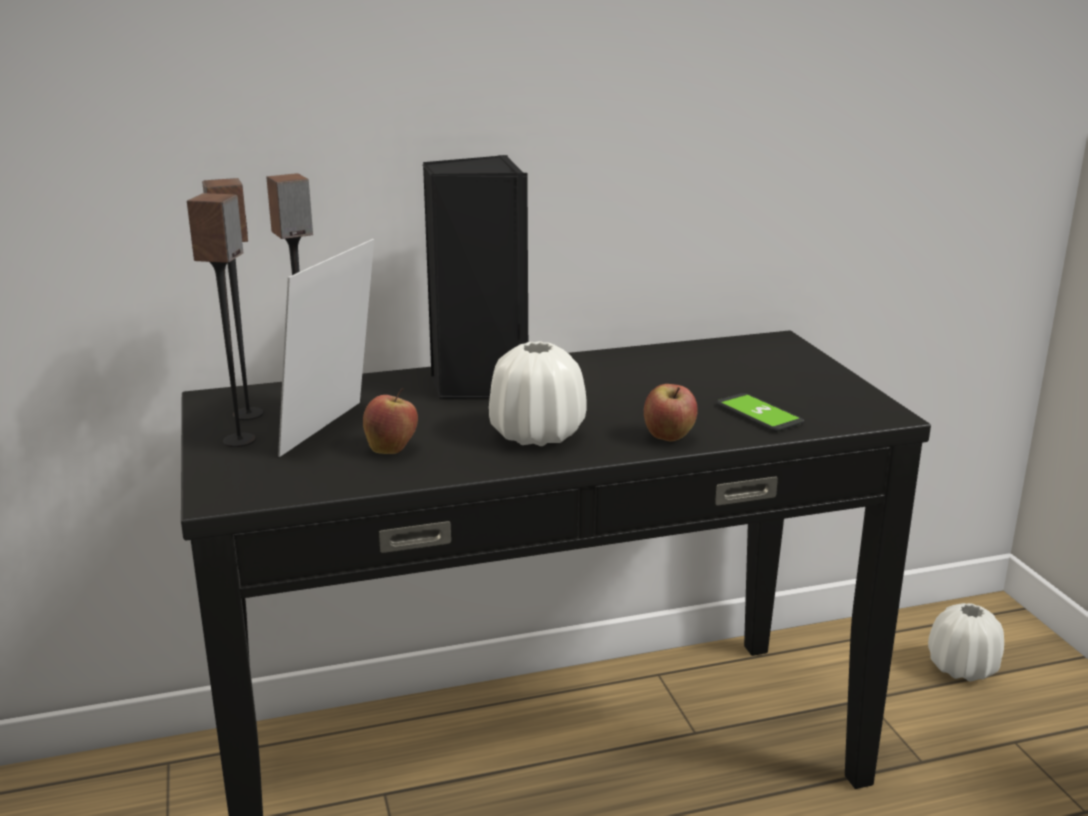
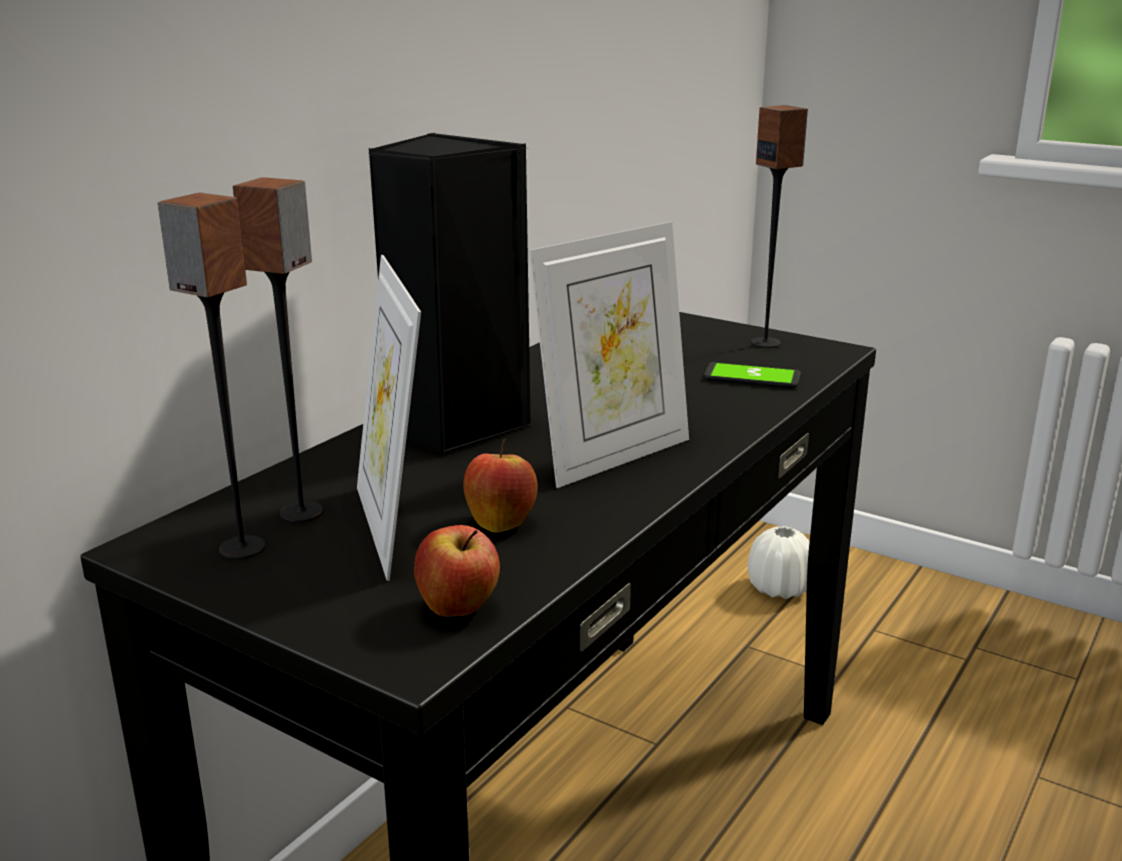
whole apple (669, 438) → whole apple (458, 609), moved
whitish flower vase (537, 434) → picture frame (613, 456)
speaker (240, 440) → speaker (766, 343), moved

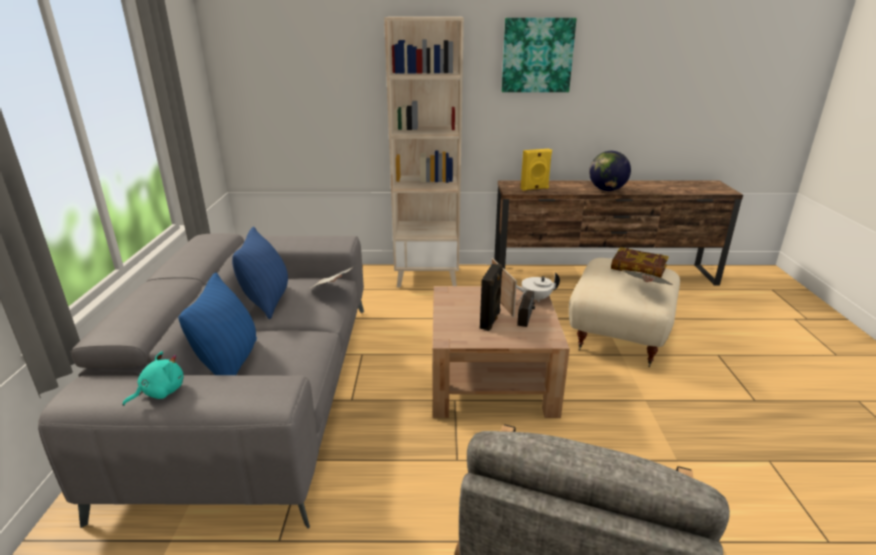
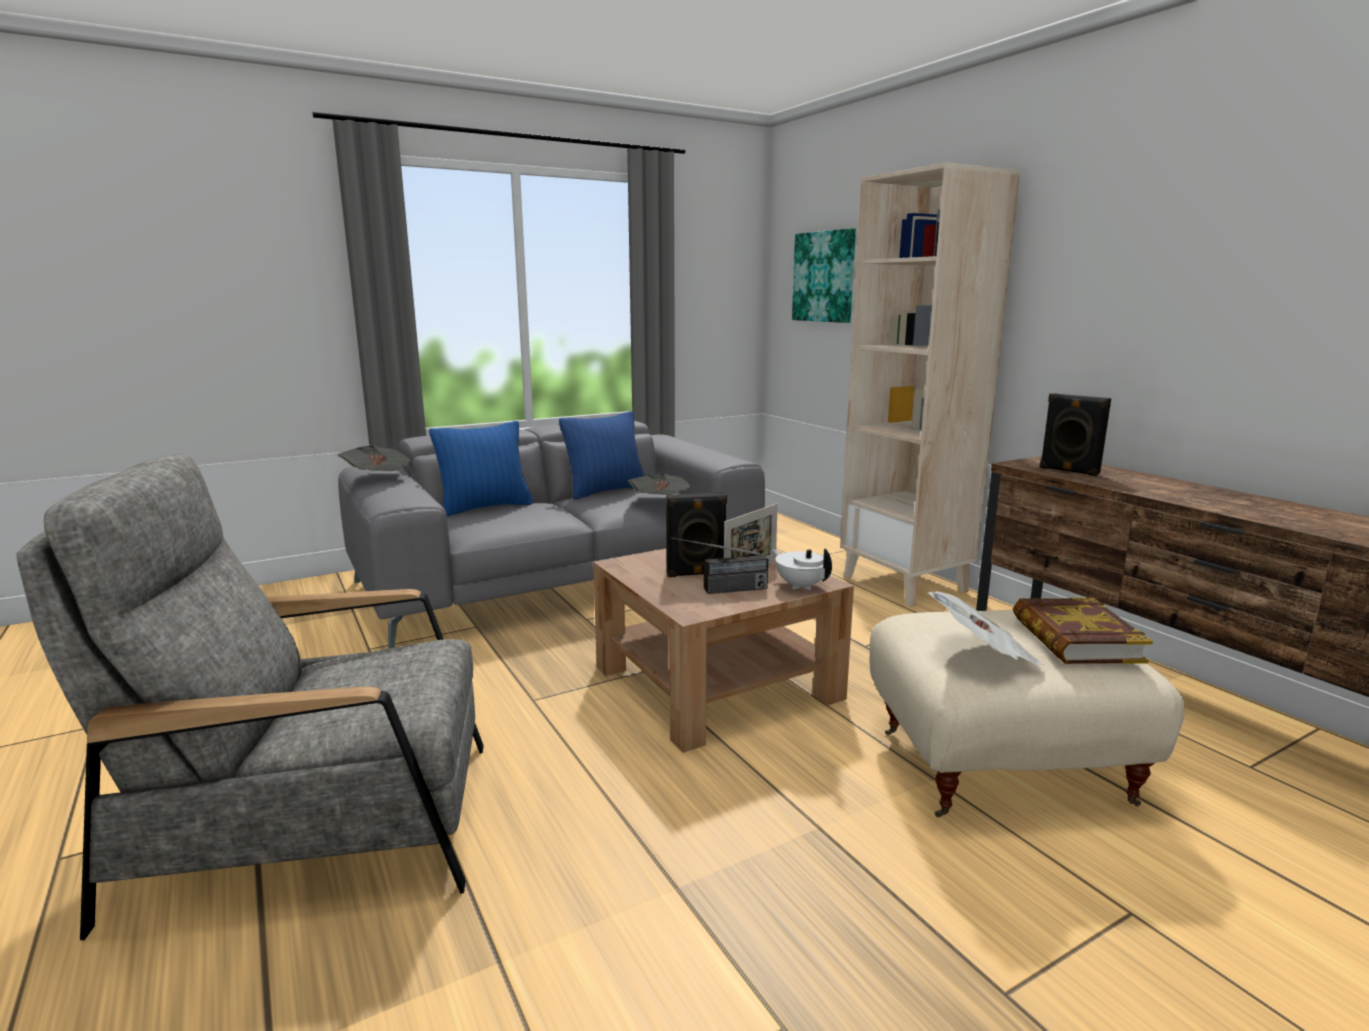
turquoise-coloured plush toy (160, 392) → printed paper (379, 478)
wall picture (537, 55) → wall picture (824, 277), moved
yellow speaker (534, 189) → black speaker (1068, 471)
world globe (607, 190) → -

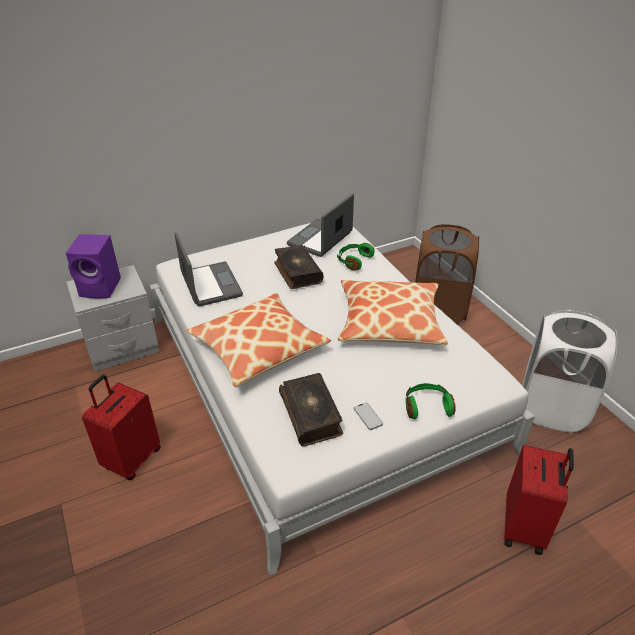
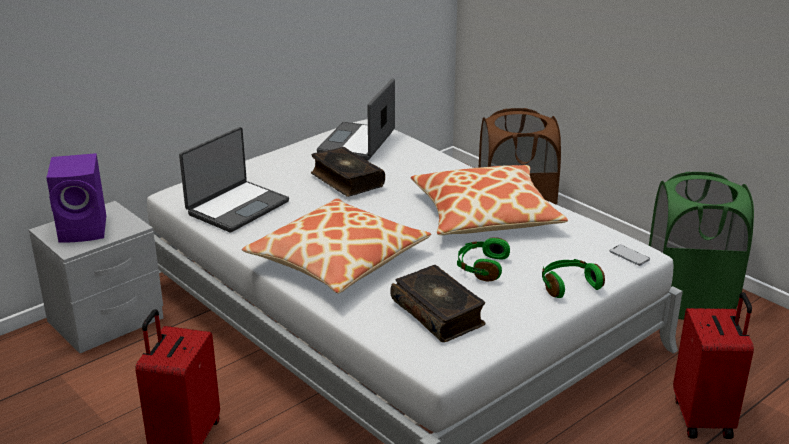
notebook computer (210, 285) → notebook computer (237, 207), 75 degrees clockwise
green headphones (354, 260) → green headphones (481, 267), moved
handset (368, 416) → handset (629, 256), moved
whitish laundry basket (552, 408) → green laundry basket (688, 300)

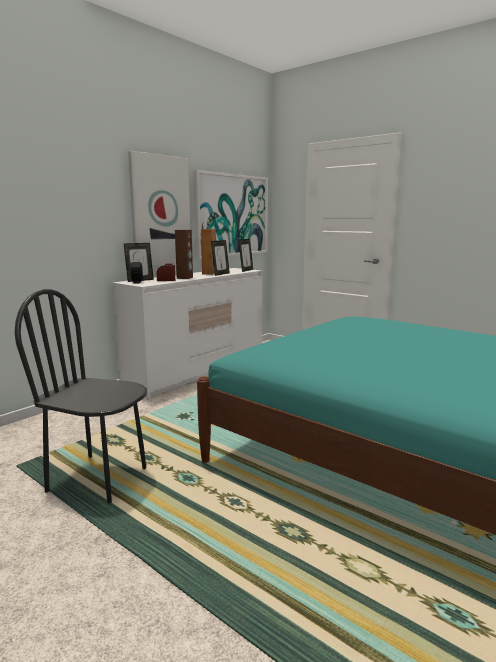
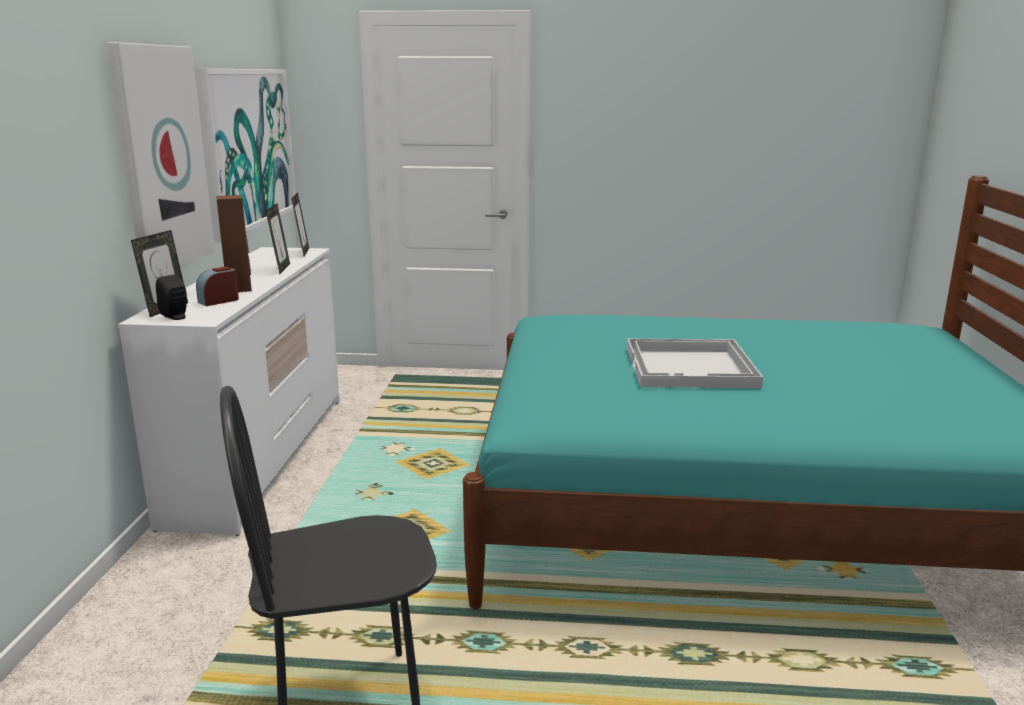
- → whitish serving tray (691, 367)
brown-coloured speaker (209, 273) → -

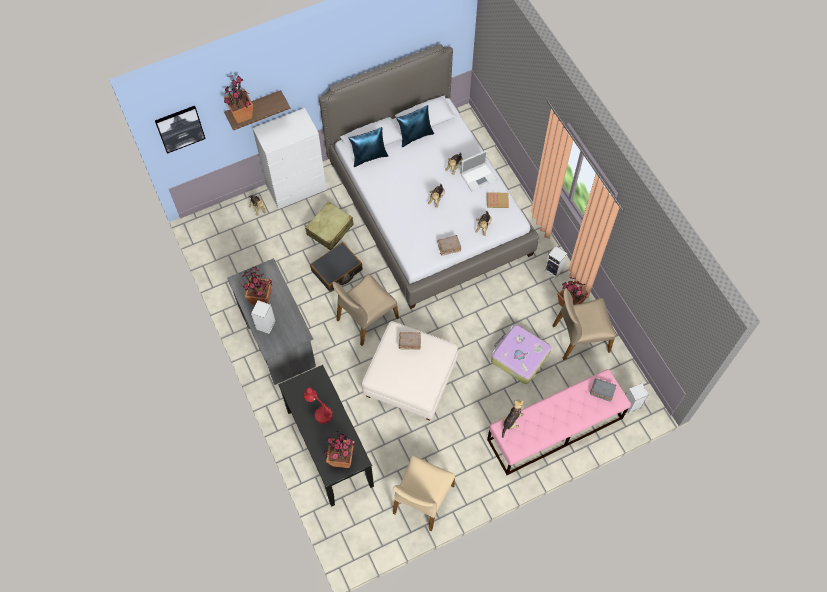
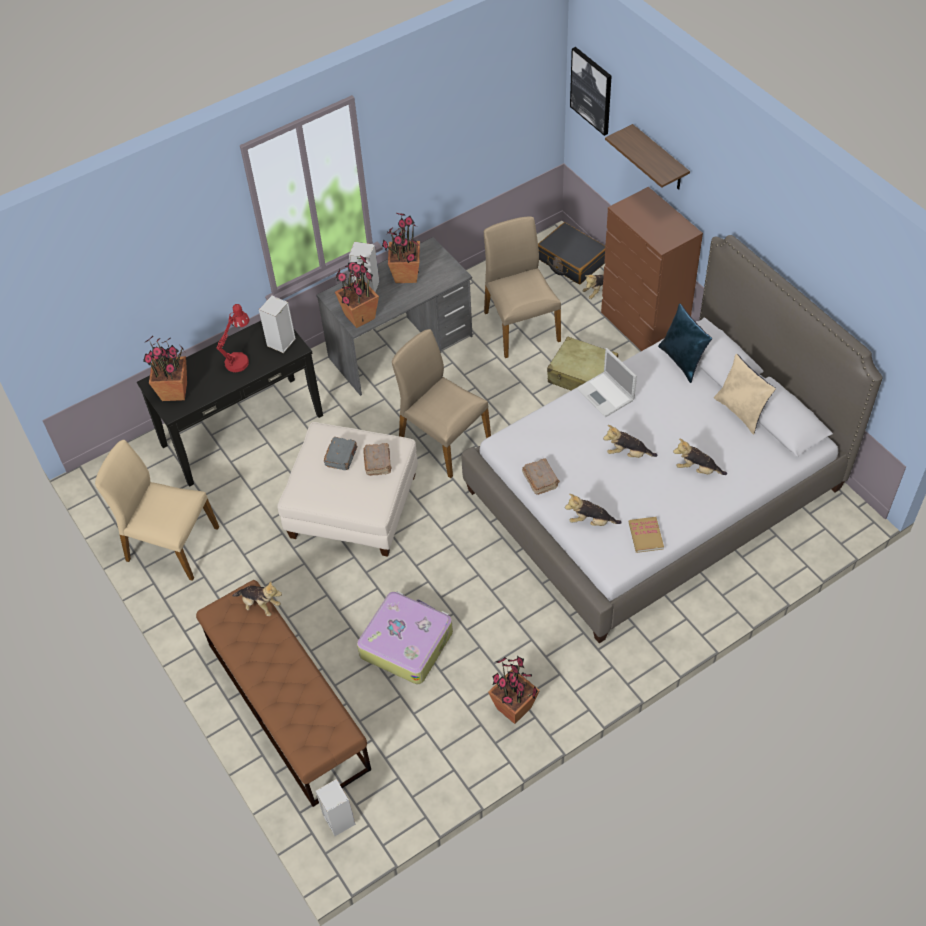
pinkish long seat (554, 429) → brown-coloured long seat (287, 705)
speaker (554, 270) → speaker (281, 343), moved
grey bound book (601, 391) → grey bound book (341, 457), moved
potted plant (241, 115) → potted plant (359, 316), moved
beige-coloured plain chair (580, 338) → beige-coloured plain chair (520, 326), moved
black piece of luggage (337, 270) → black piece of luggage (571, 261), moved
notebook computer (479, 176) → notebook computer (606, 395), moved
whitish drawer chest (296, 188) → brown-coloured drawer chest (644, 327)
blue throw pillow (415, 136) → beige-coloured throw pillow (741, 411)

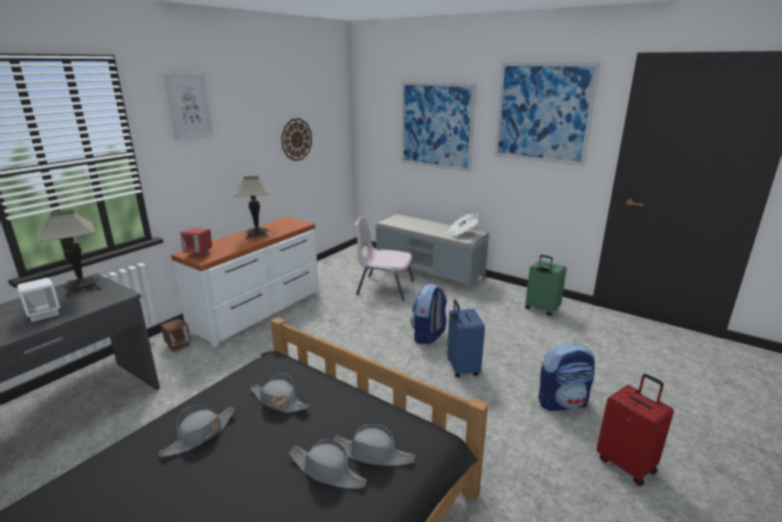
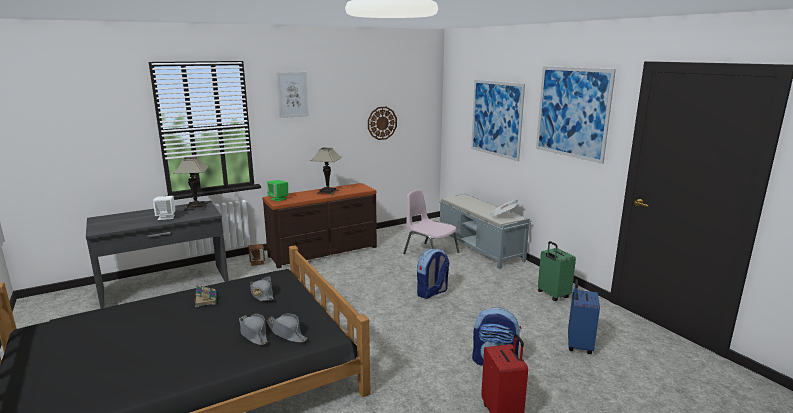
grey hat (199, 435) → bound book (206, 300)
whitish drawer chest (259, 311) → brown-coloured drawer chest (324, 252)
red-coloured speaker (199, 254) → green speaker (278, 199)
blue piece of luggage (461, 368) → blue piece of luggage (578, 345), moved

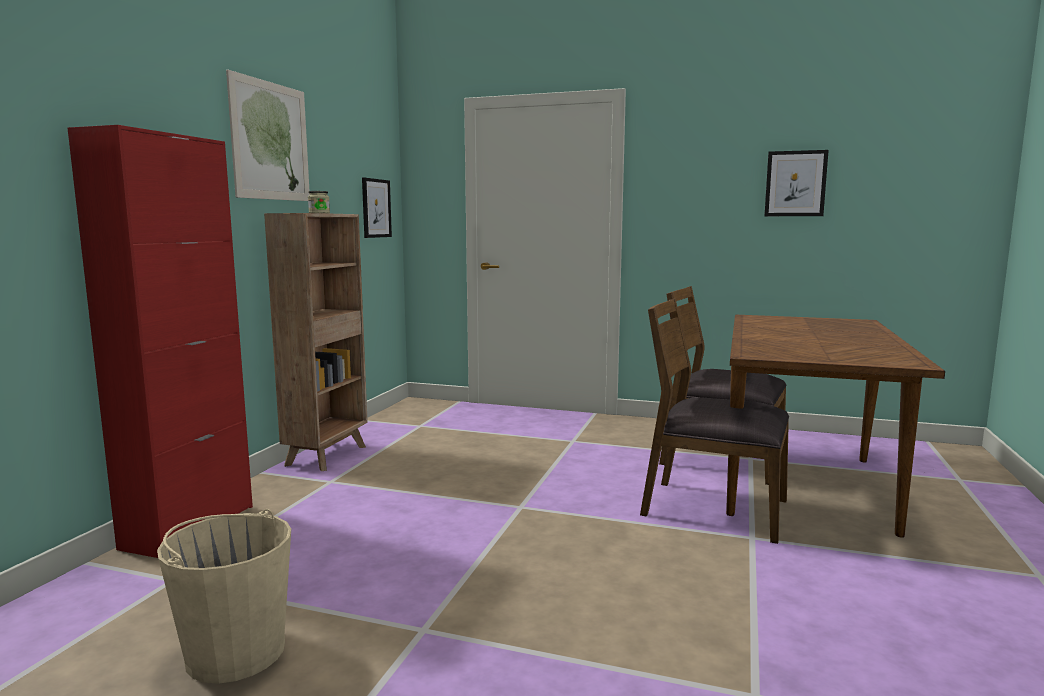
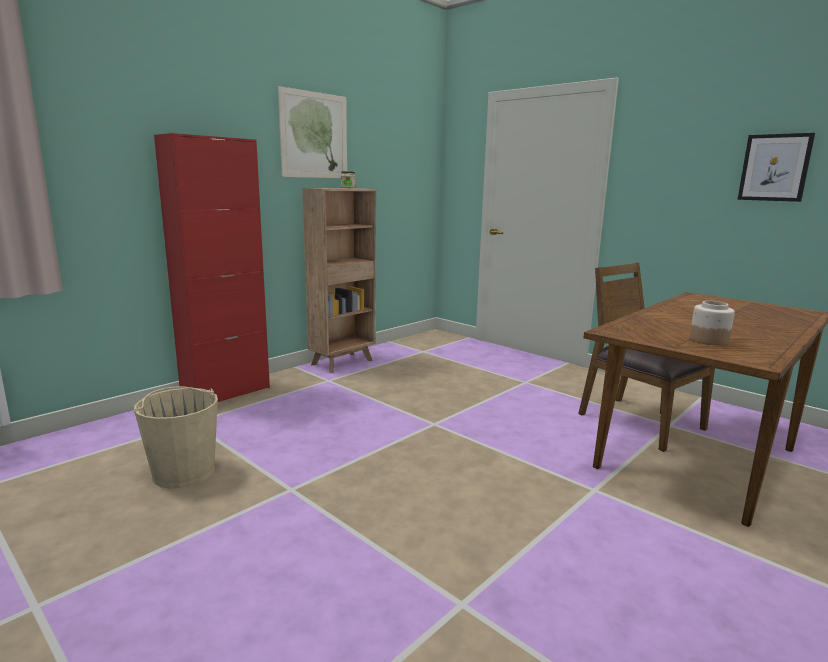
- → storage jar (708, 340)
wall picture (376, 208) → -
brown-coloured plain chair (713, 508) → -

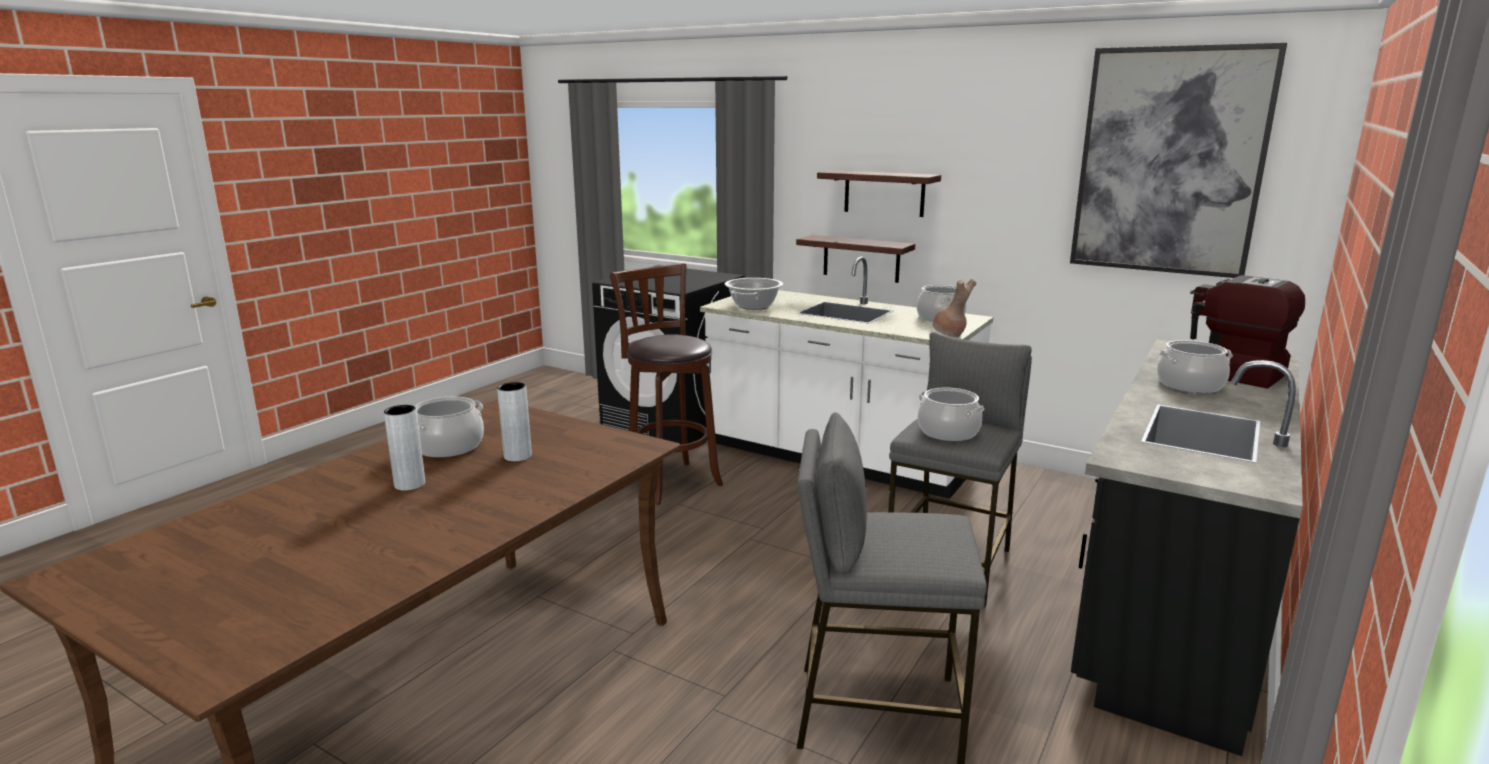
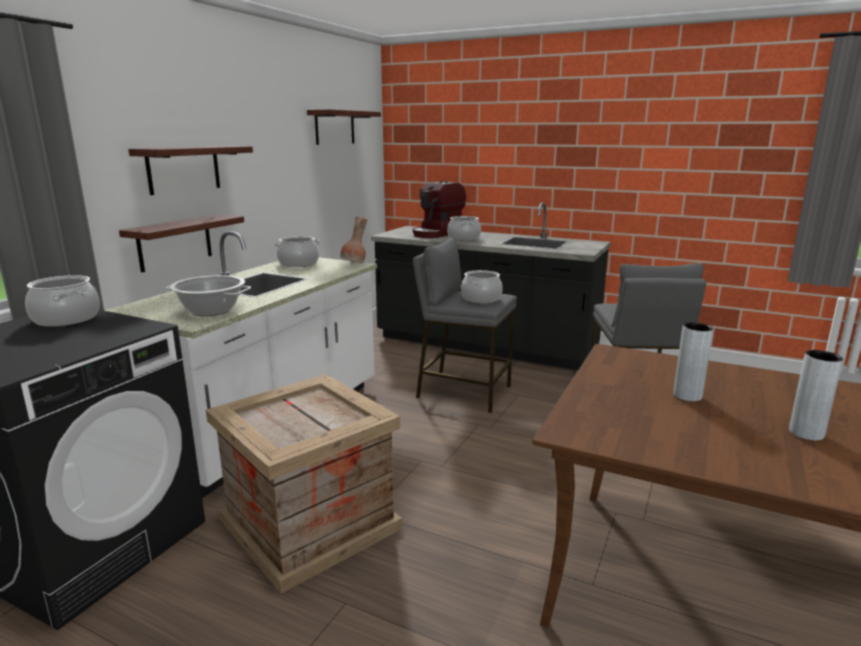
saucepot (448, 446) → saucepot (66, 319), moved
brown-coloured stool (670, 481) → shipping crate (308, 525)
wall picture (1169, 162) → wall shelf (335, 127)

